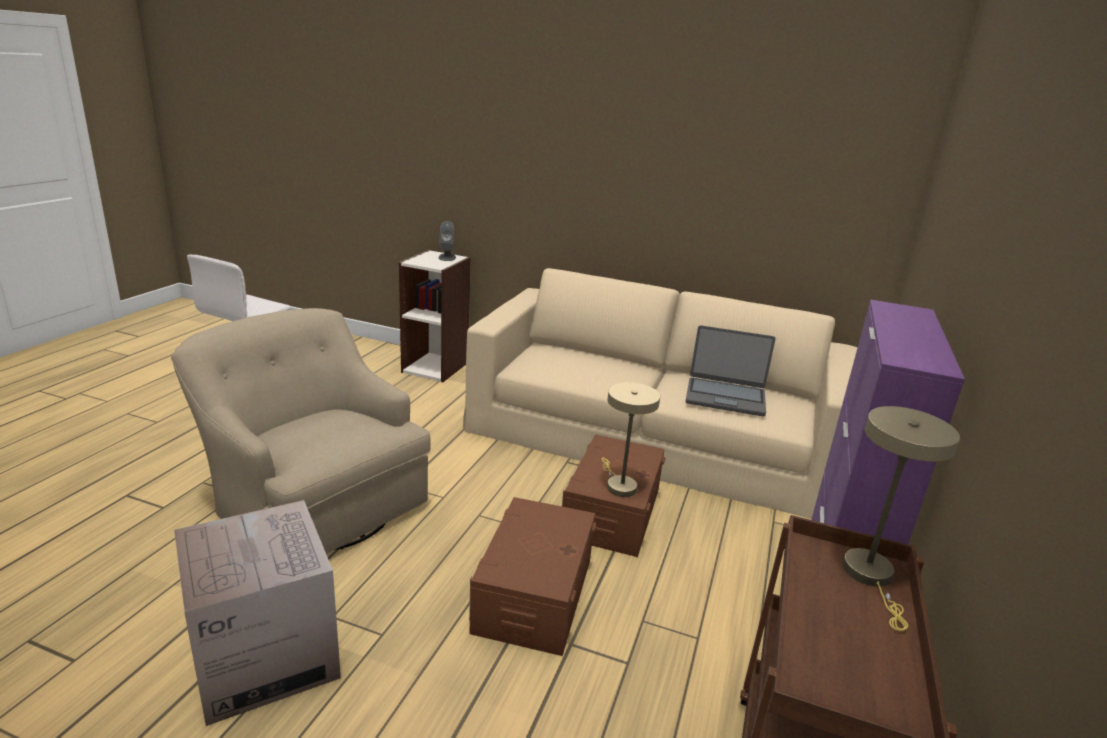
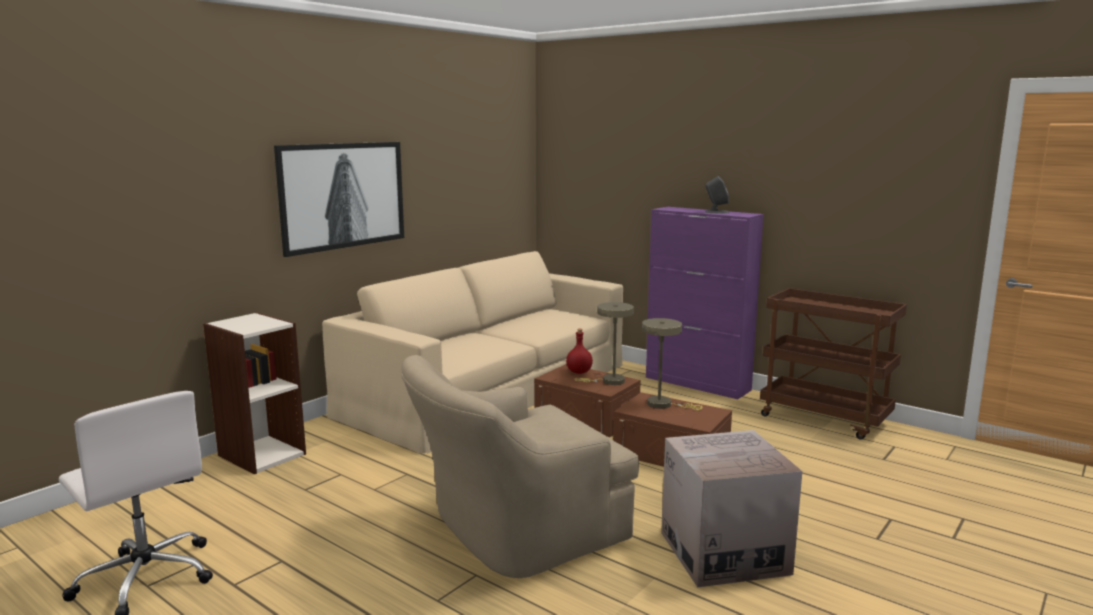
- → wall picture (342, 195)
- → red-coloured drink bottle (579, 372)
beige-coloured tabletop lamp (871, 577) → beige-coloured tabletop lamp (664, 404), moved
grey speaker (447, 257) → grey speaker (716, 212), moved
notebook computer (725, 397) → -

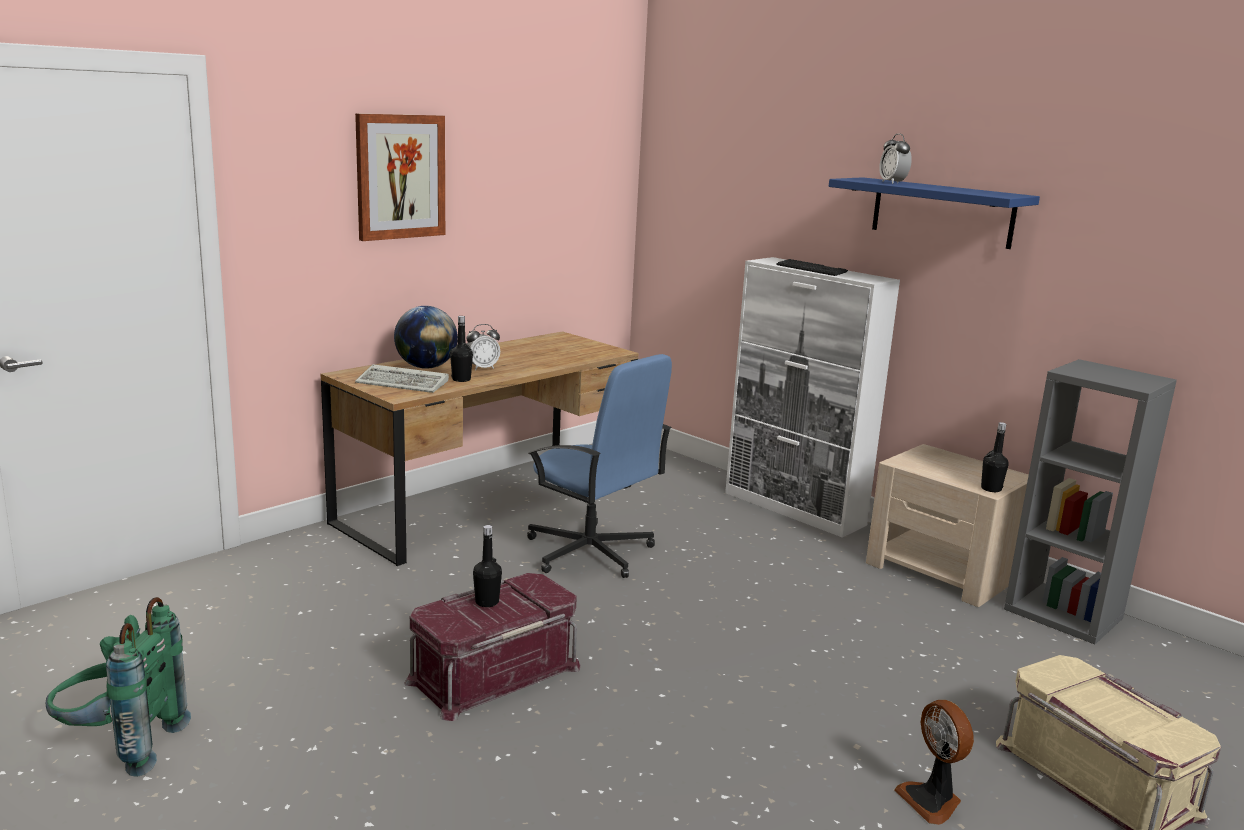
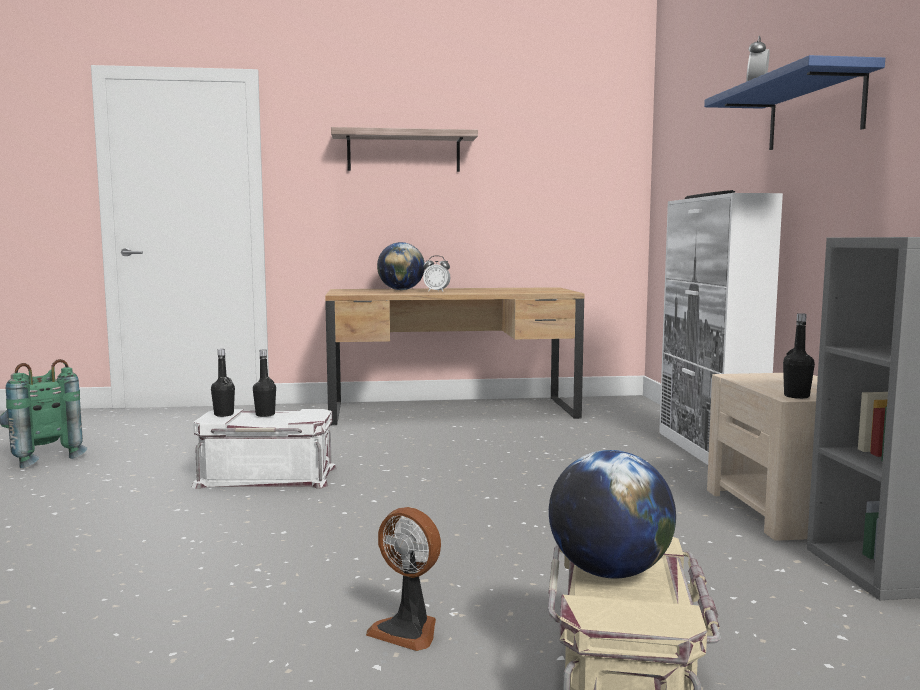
red-coloured storage container (493, 673) → whitish storage container (267, 476)
black drink bottle (461, 379) → black drink bottle (224, 414), moved
wall picture (400, 176) → wall shelf (403, 152)
electric fan (932, 800) → electric fan (408, 630), 75 degrees counterclockwise
- → world globe (609, 572)
keyboard (405, 383) → -
blue desk chair (590, 552) → -

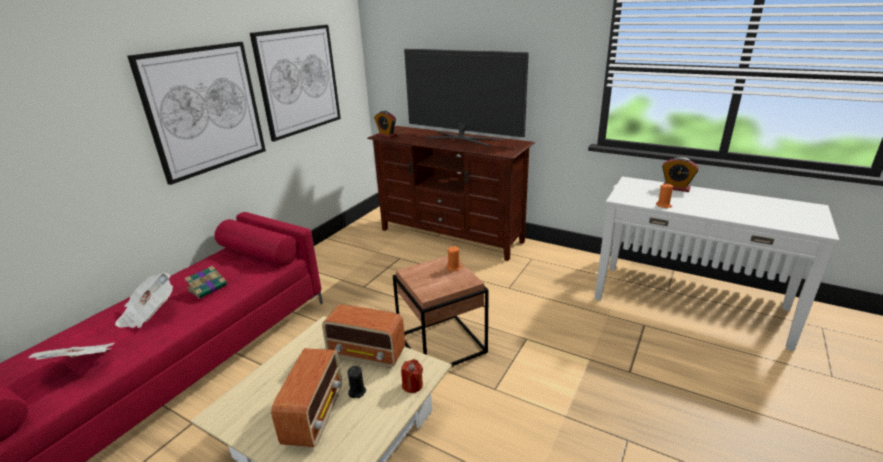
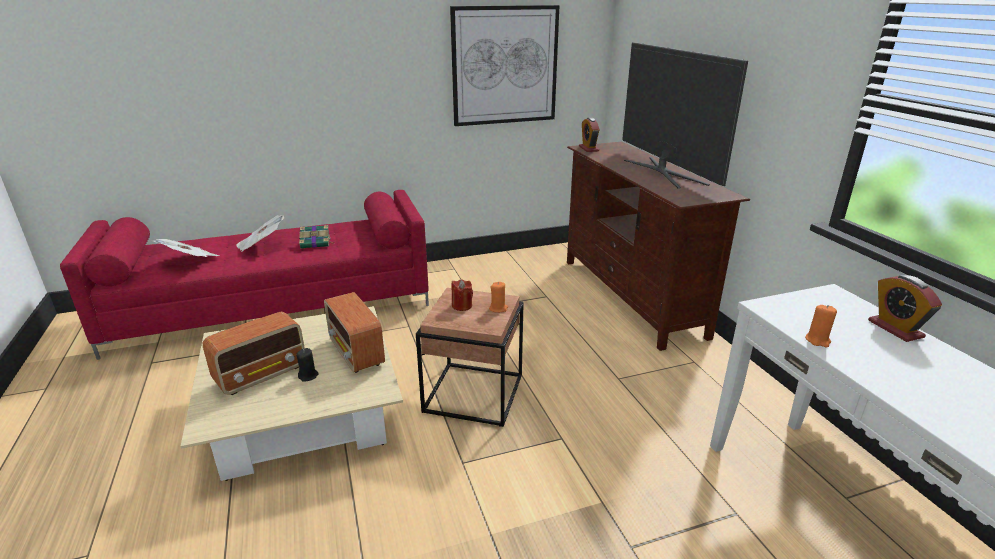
red-coloured candle (412, 385) → red-coloured candle (462, 306), moved
wall picture (205, 110) → -

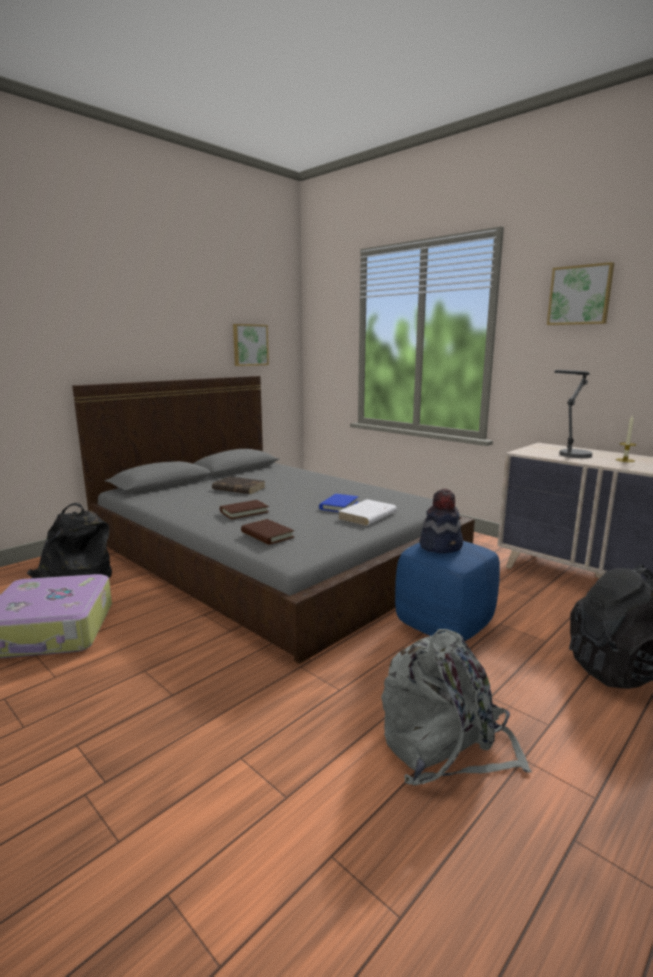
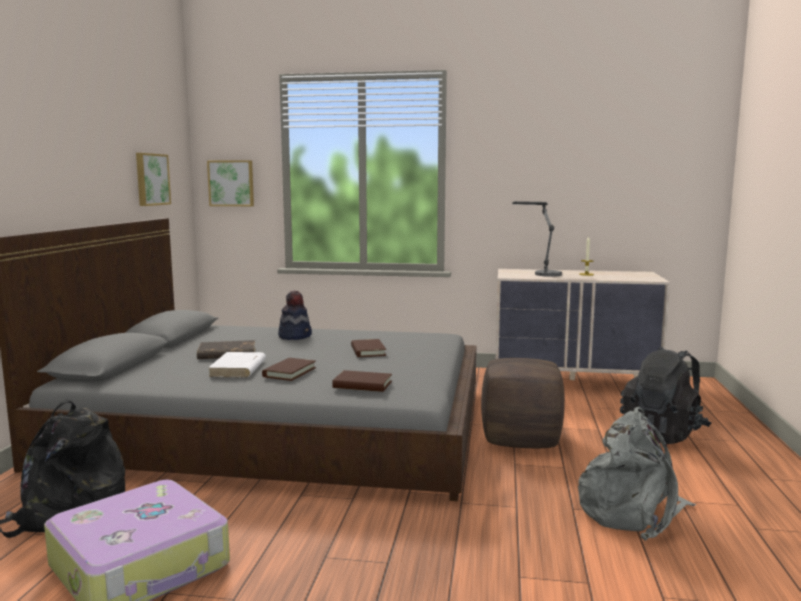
wall picture (580, 295) → wall picture (231, 183), moved
whitish bound book (367, 516) → whitish bound book (238, 368), moved
hat (441, 546) → hat (295, 336), moved
blue bound book (339, 505) → brown-coloured bound book (368, 351)
blue pouffe (444, 624) → brown-coloured pouffe (520, 439)

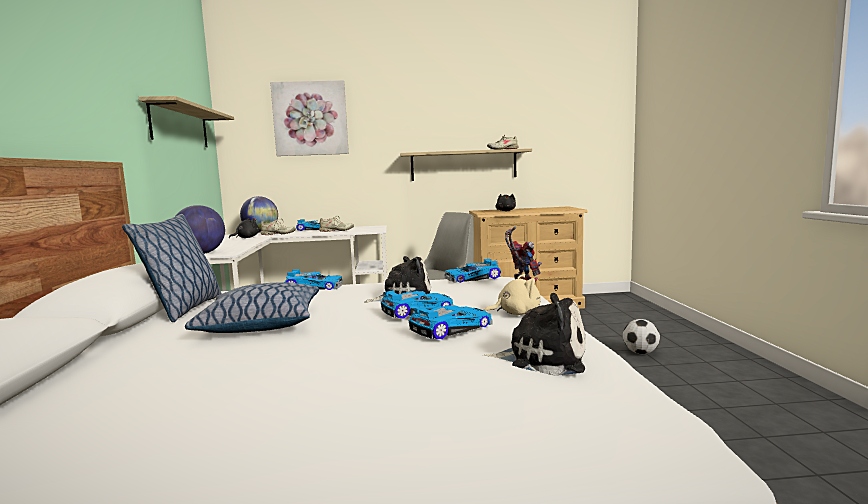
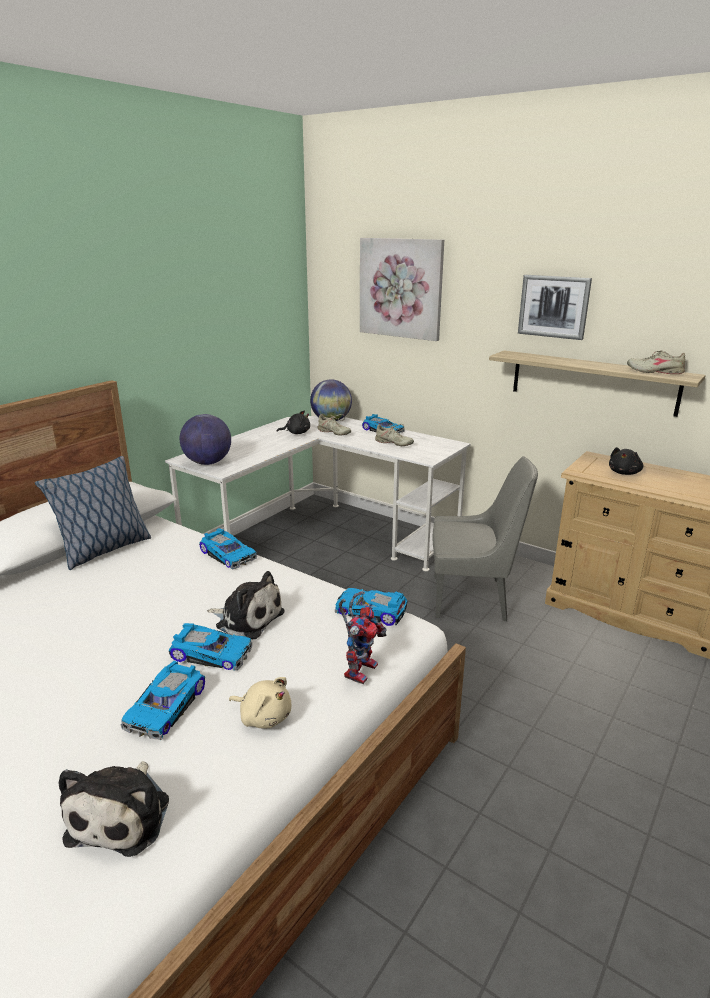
plush toy (540, 359) → plush toy (123, 815), 45 degrees clockwise
toy car (450, 328) → toy car (167, 707), 105 degrees clockwise
- → wall picture (554, 306)
wall shelf (180, 126) → -
throw pillow (260, 324) → -
football ball (640, 353) → -

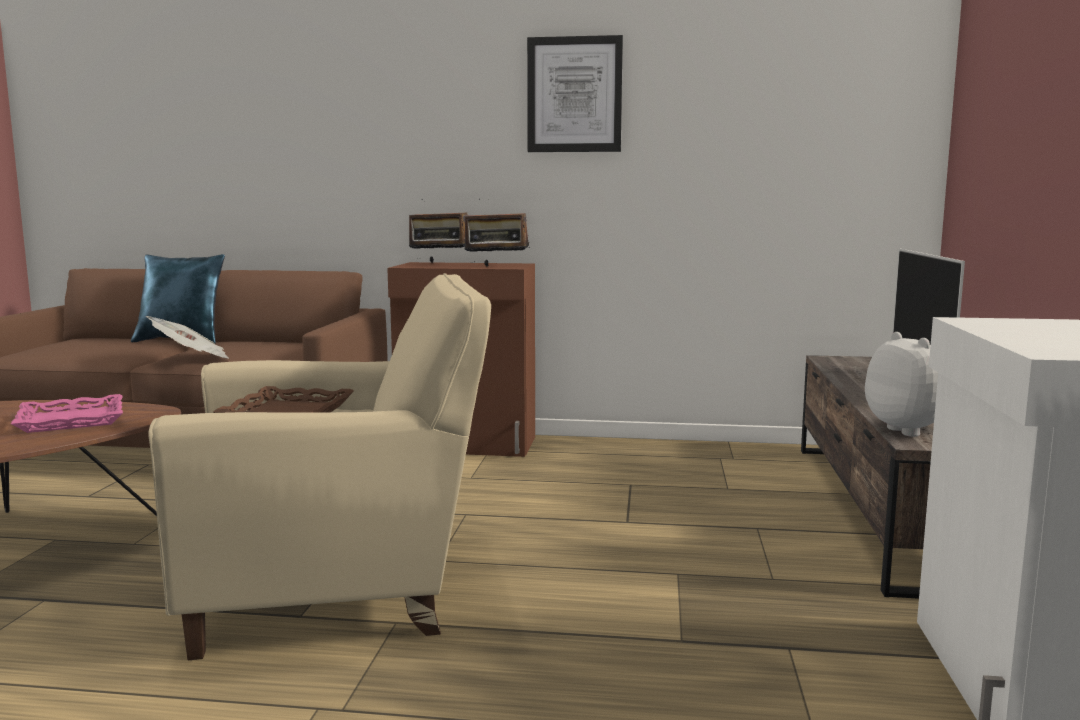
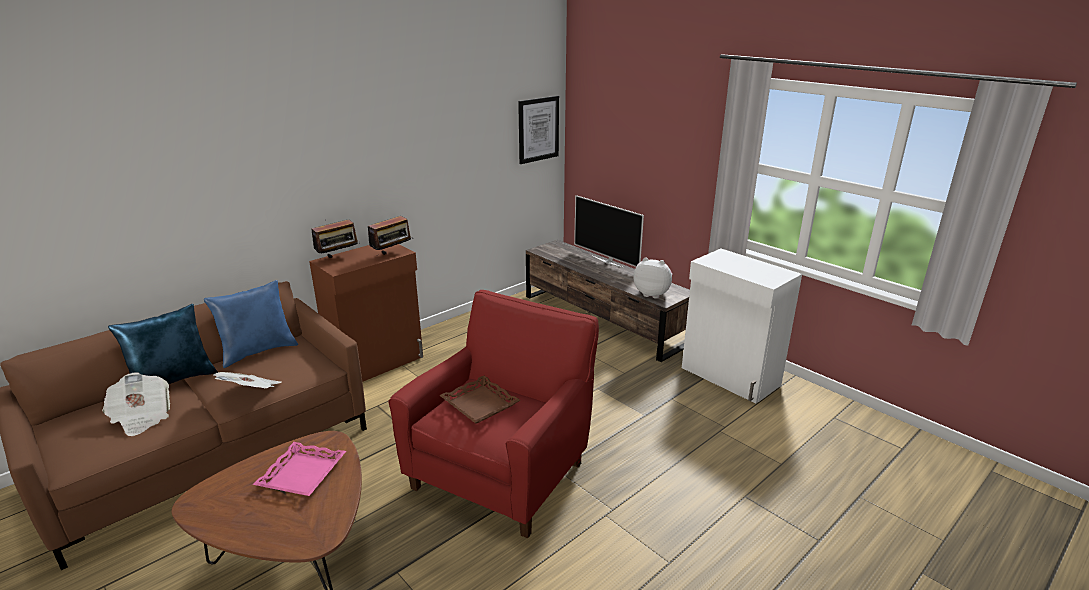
- → printed paper (142, 417)
- → blue throw pillow (258, 351)
beige-coloured armchair (342, 584) → red-coloured armchair (503, 470)
wall picture (574, 95) → wall picture (538, 129), moved

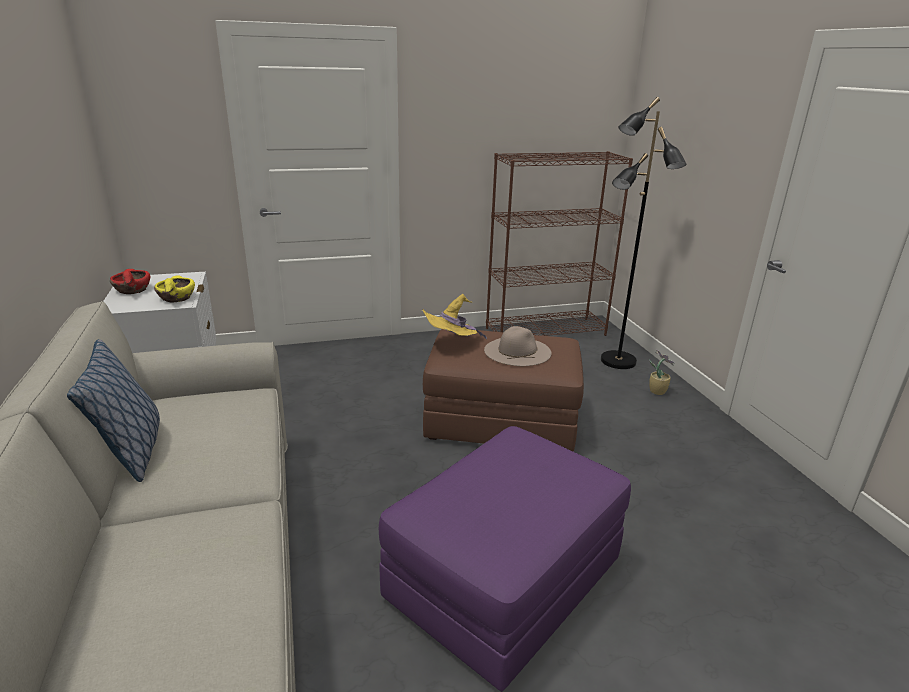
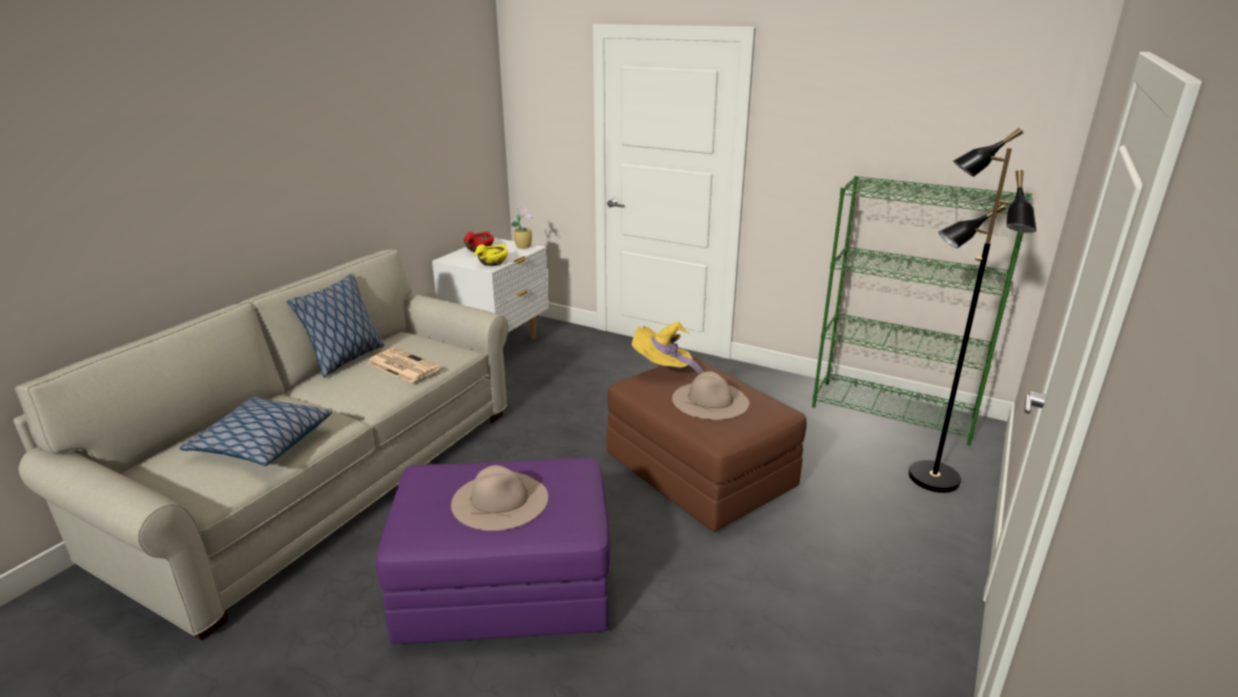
- → throw pillow (262, 443)
- → printed paper (402, 366)
- → beige-coloured hat (500, 500)
potted plant (657, 391) → potted plant (524, 246), moved
brown-coloured bookcase (546, 331) → green bookcase (893, 412)

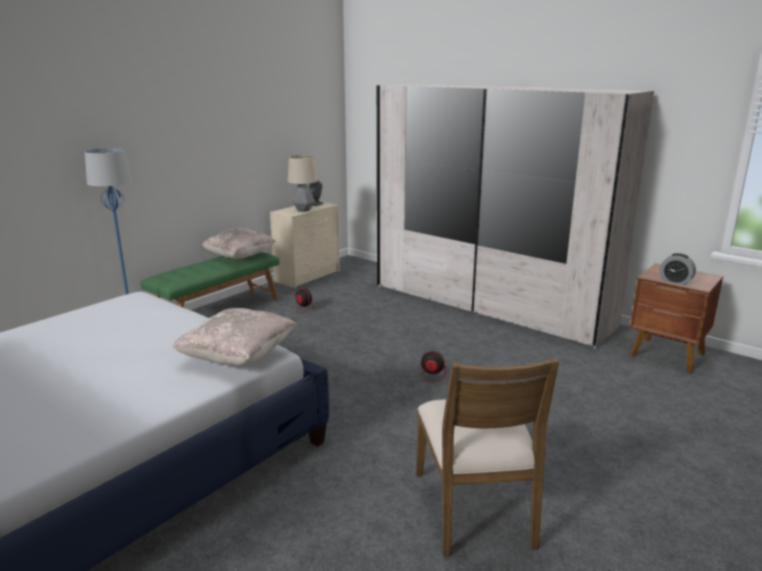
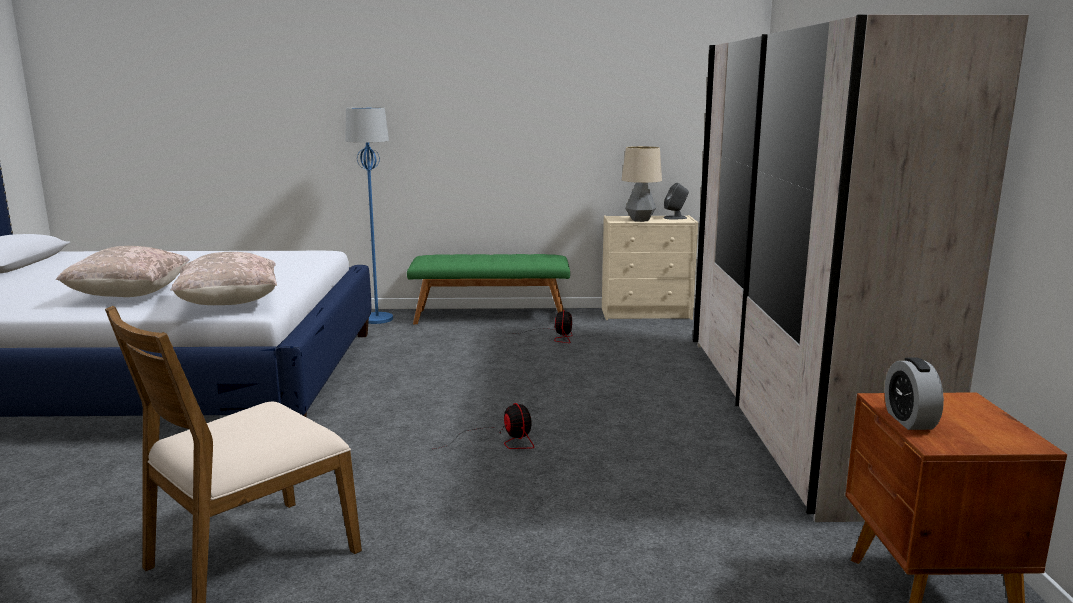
beige-coloured throw pillow (240, 257) → beige-coloured throw pillow (130, 295), moved

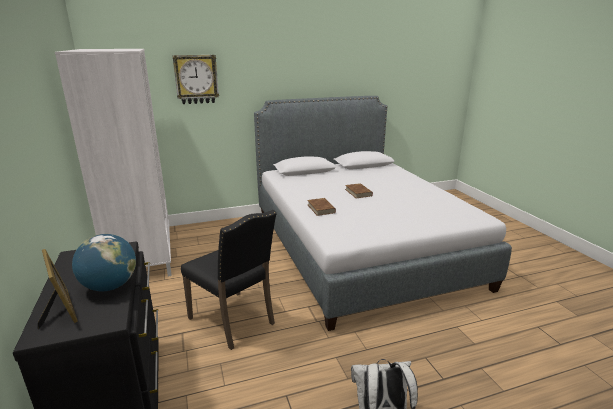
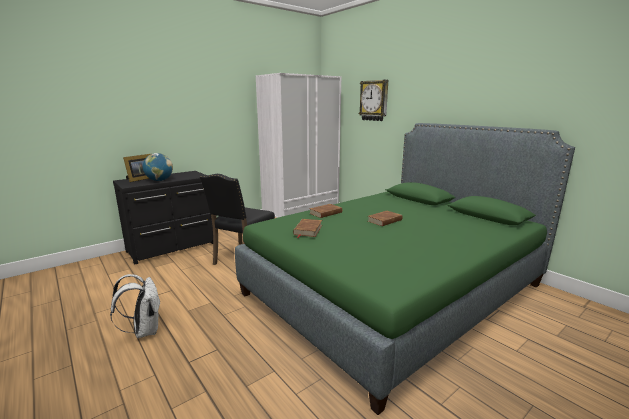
grey bed (358, 247) → green bed (394, 289)
- → brown-coloured bound book (308, 230)

